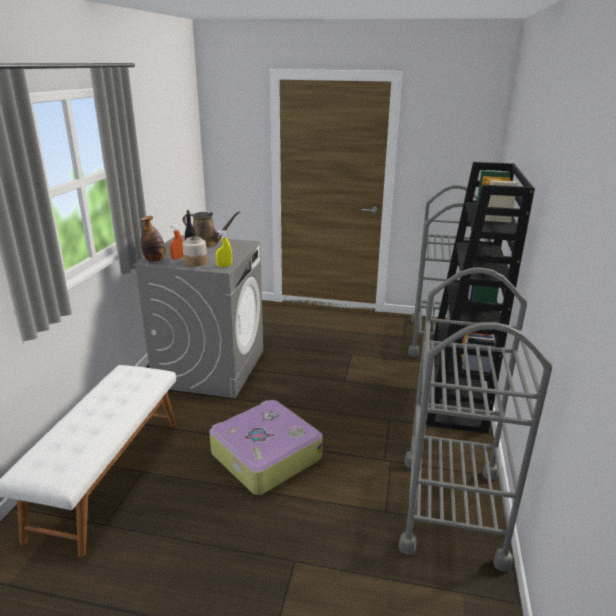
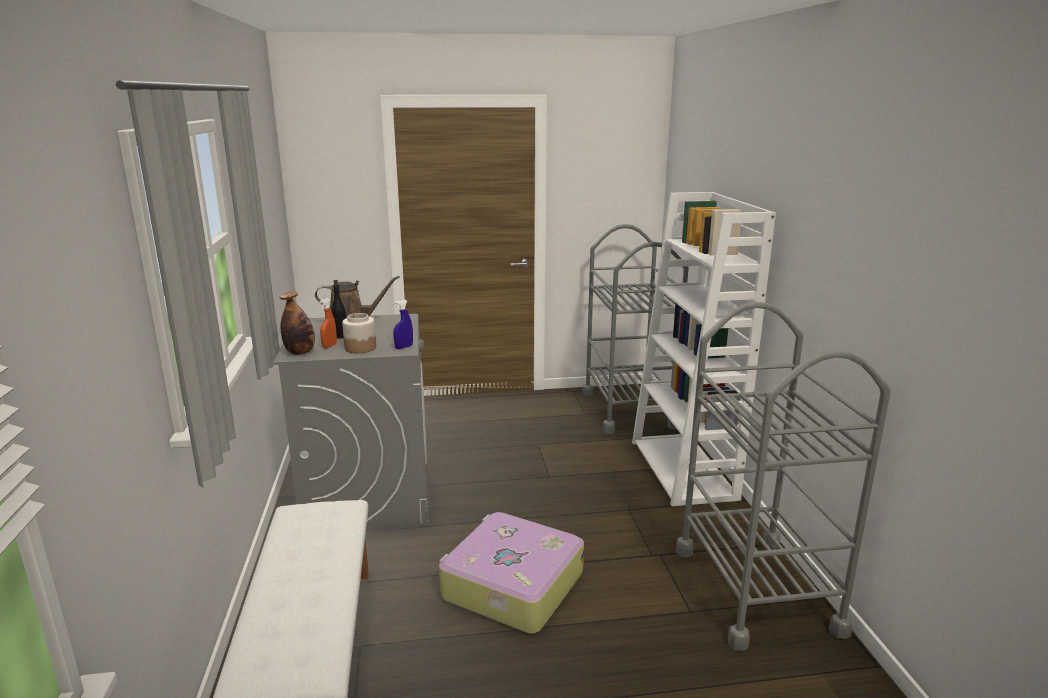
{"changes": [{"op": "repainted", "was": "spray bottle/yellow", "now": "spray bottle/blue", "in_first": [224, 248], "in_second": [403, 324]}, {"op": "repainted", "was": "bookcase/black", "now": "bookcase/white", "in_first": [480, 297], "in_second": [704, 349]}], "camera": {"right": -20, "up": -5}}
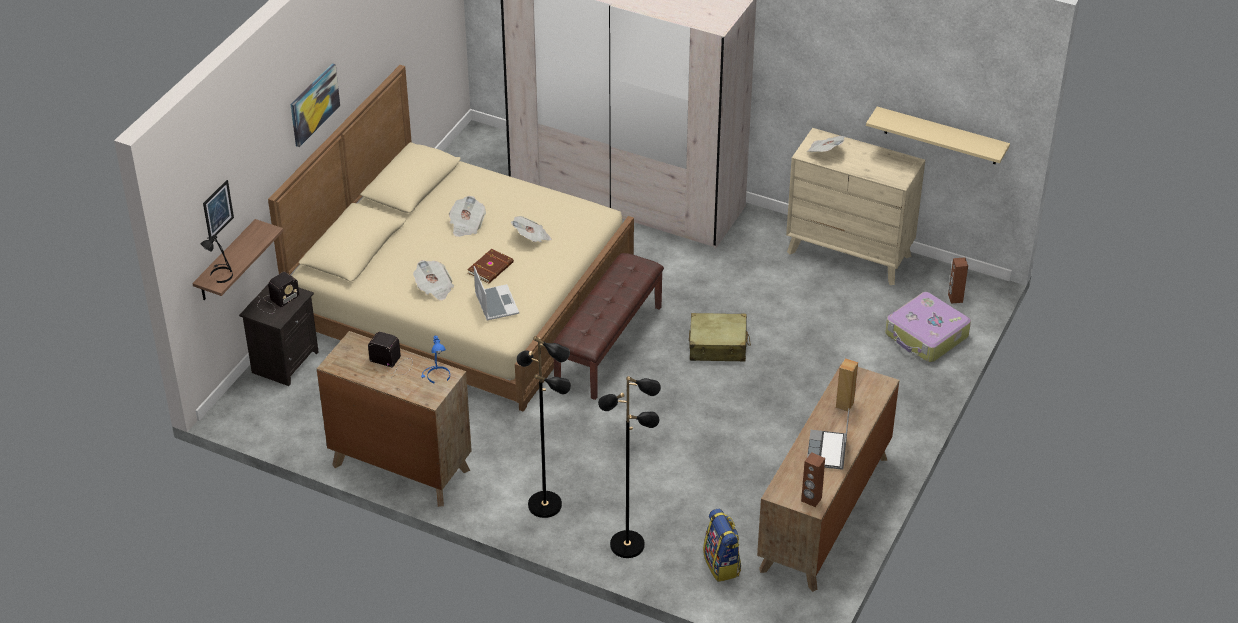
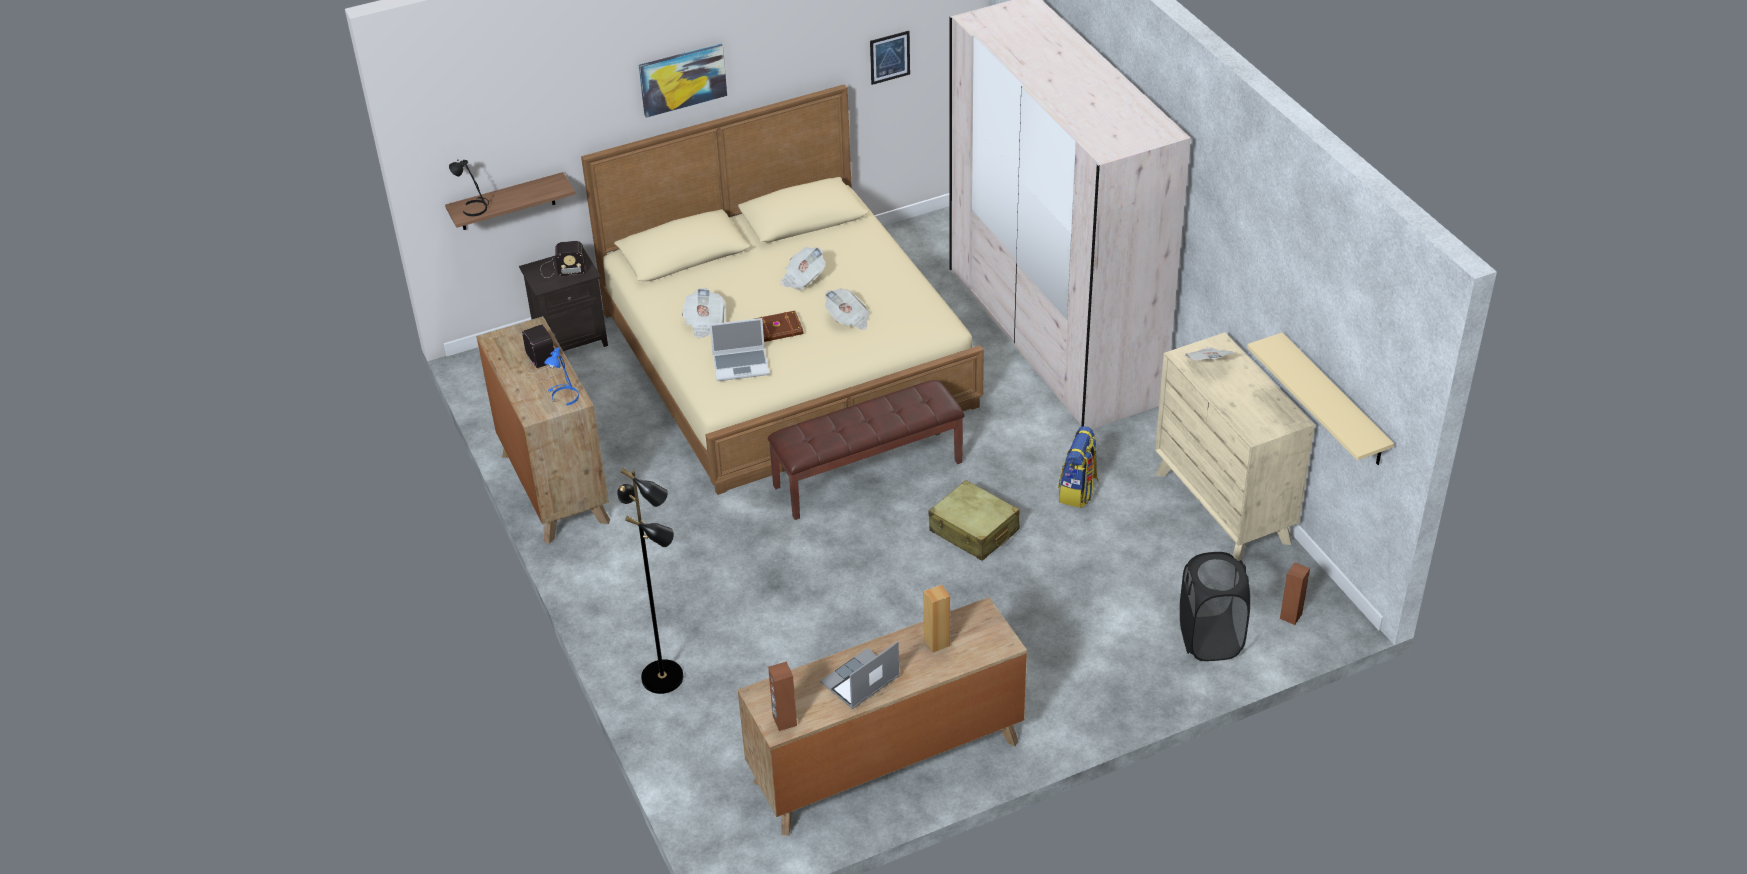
{"changes": [{"op": "rotated", "was": "laptop", "in_first": [496, 293], "in_second": [739, 349], "clockwise": 60}, {"op": "shifted", "was": "picture", "in_first": [218, 209], "in_second": [890, 58]}, {"op": "shifted", "was": "backpack", "in_first": [722, 545], "in_second": [1078, 467]}, {"op": "swapped", "was": "suitcase", "now": "laundry basket/black", "in_first": [928, 327], "in_second": [1215, 606]}, {"op": "gone", "was": "floor lamp/black", "in_first": [544, 427]}], "camera": {"right": 40, "up": 0}}
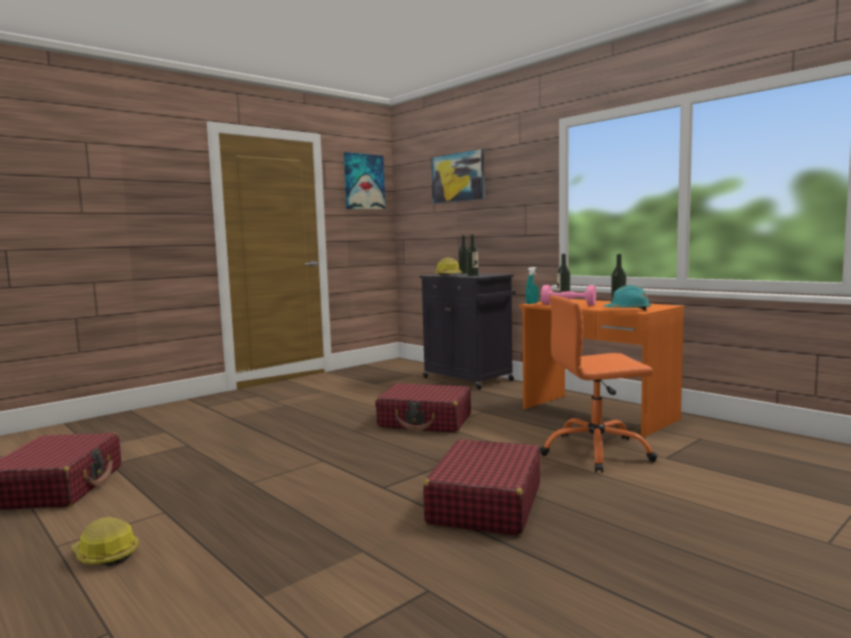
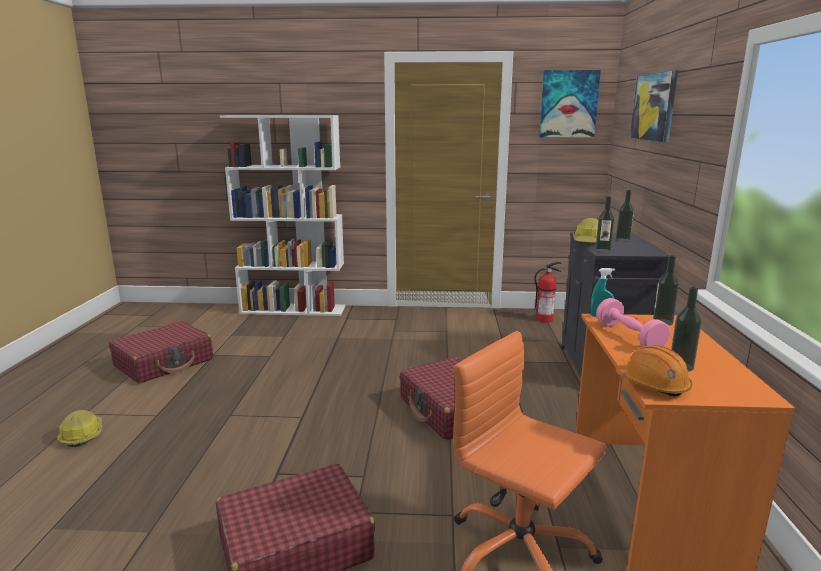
{"changes": [{"op": "new", "now": "bookcase/white", "in_second": [283, 215]}, {"op": "new", "now": "fire extinguisher", "in_second": [548, 292]}, {"op": "repainted", "was": "hard hat/turquoise", "now": "hard hat/orange", "in_first": [627, 298], "in_second": [654, 370]}], "camera": {"right": 45, "up": 10}}
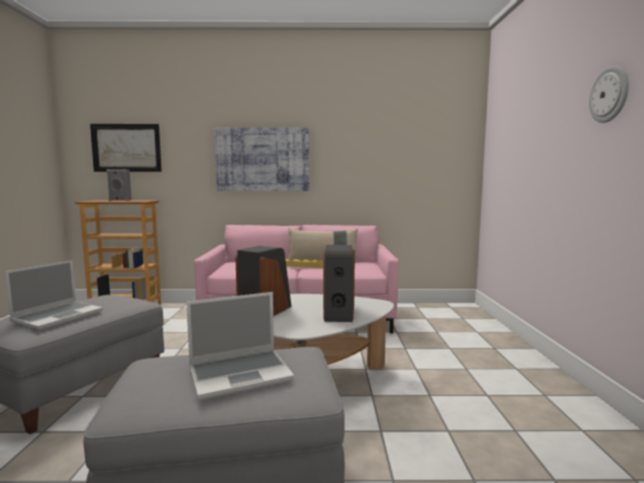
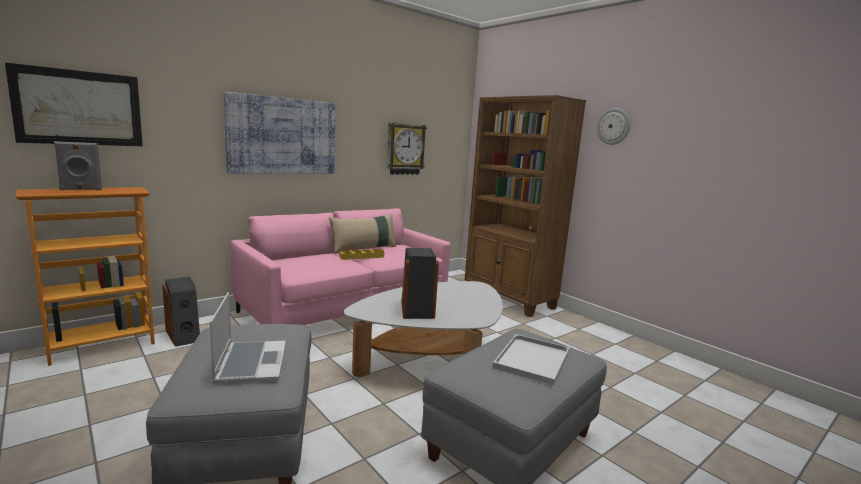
{"changes": [{"op": "shifted", "was": "speaker", "in_first": [339, 283], "in_second": [181, 312]}, {"op": "new", "now": "wall clock", "in_second": [407, 149]}, {"op": "new", "now": "bookcase/brown", "in_second": [525, 206]}, {"op": "swapped", "was": "laptop", "now": "tray/white", "in_first": [240, 346], "in_second": [531, 359]}], "camera": {"right": -40, "up": 5}}
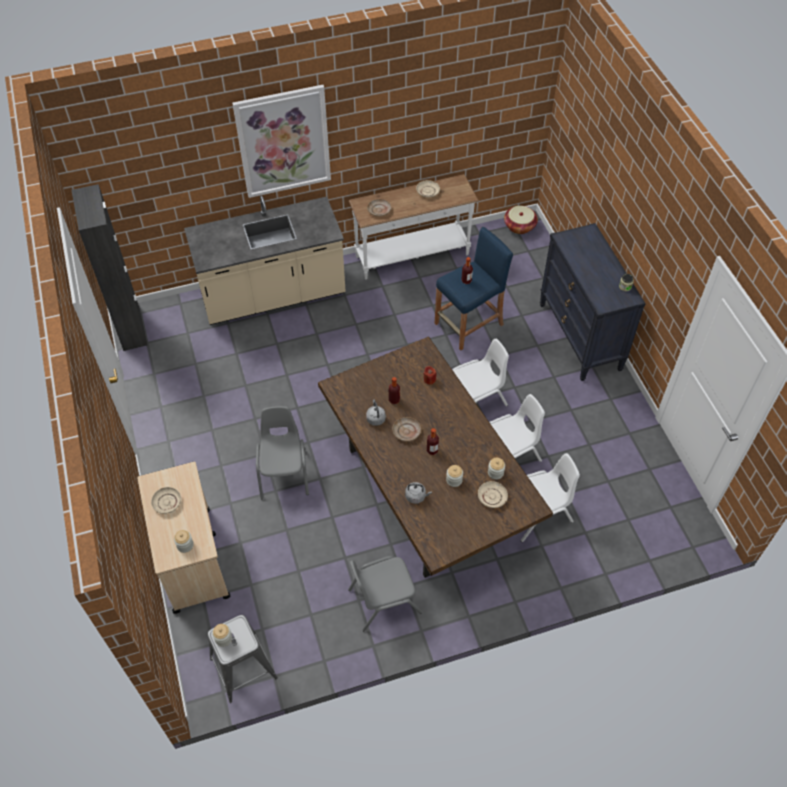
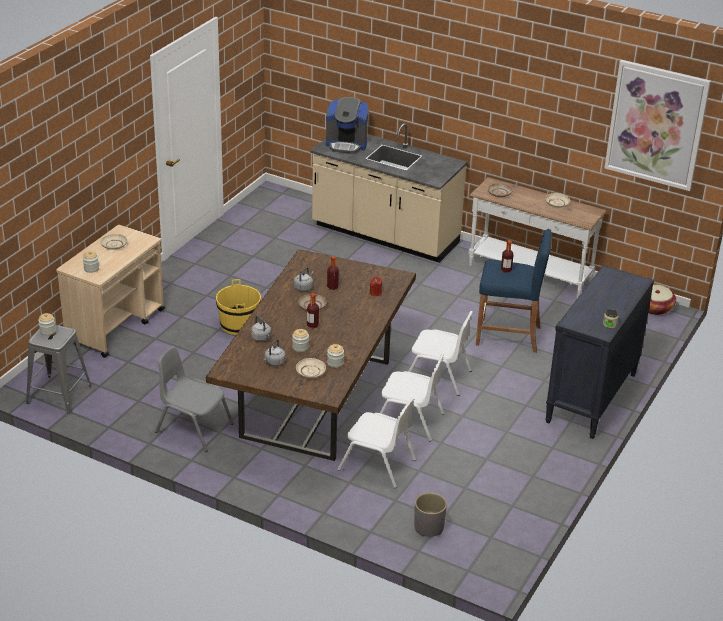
{"changes": [{"op": "swapped", "was": "chair/grey", "now": "bucket/yellow", "in_first": [282, 452], "in_second": [238, 307]}, {"op": "new", "now": "kettle/grey", "in_second": [274, 352]}, {"op": "new", "now": "coffee machine", "in_second": [347, 125]}, {"op": "new", "now": "planter/grey", "in_second": [430, 515]}, {"op": "shifted", "was": "picture", "in_first": [281, 141], "in_second": [657, 125]}, {"op": "gone", "was": "cabinet/black", "in_first": [109, 267]}], "camera": {"right": 45, "up": -20}}
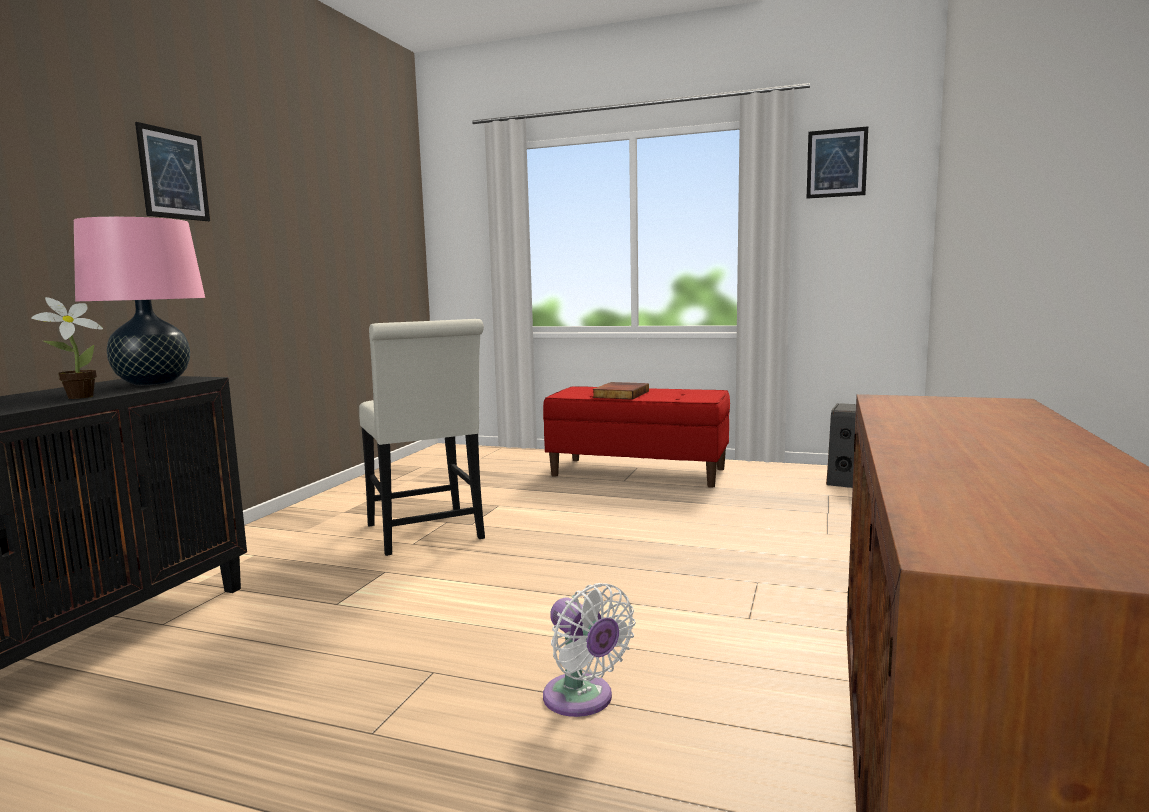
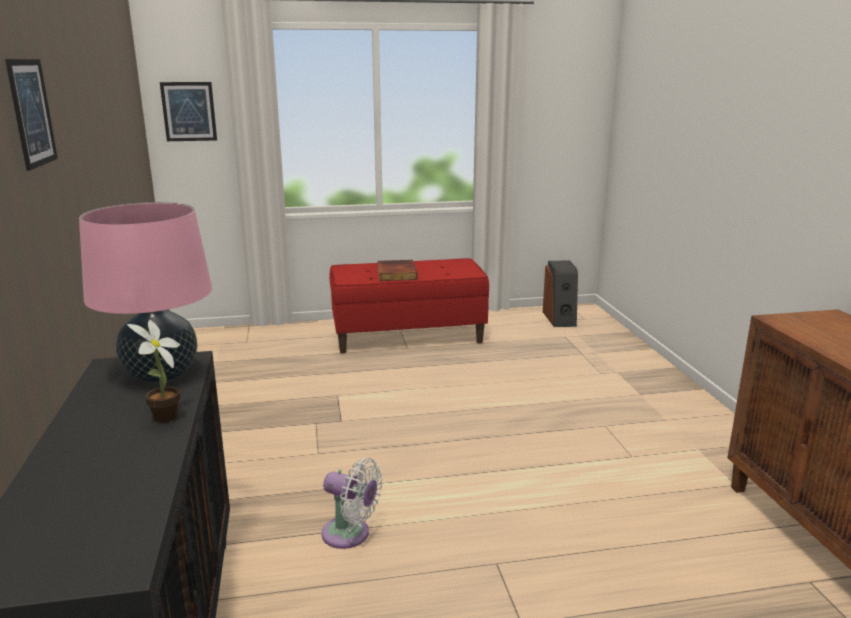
{"changes": [{"op": "shifted", "was": "picture", "in_first": [837, 162], "in_second": [188, 111]}, {"op": "shifted", "was": "fan/white", "in_first": [589, 650], "in_second": [352, 503]}, {"op": "gone", "was": "chair/white", "in_first": [422, 437]}], "camera": {"right": -30, "up": 10}}
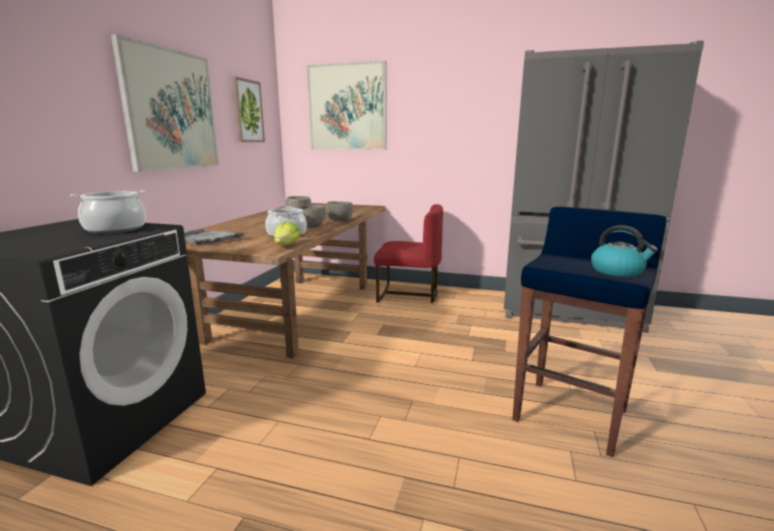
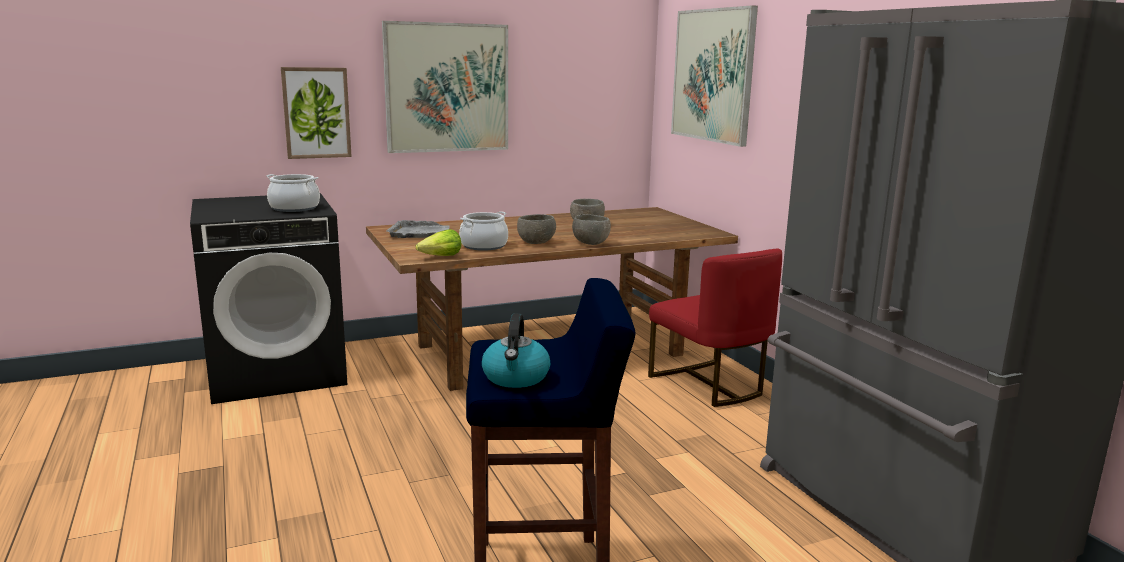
{"changes": [{"op": "shifted", "was": "picture", "in_first": [249, 109], "in_second": [316, 113]}], "camera": {"right": 50, "up": 0}}
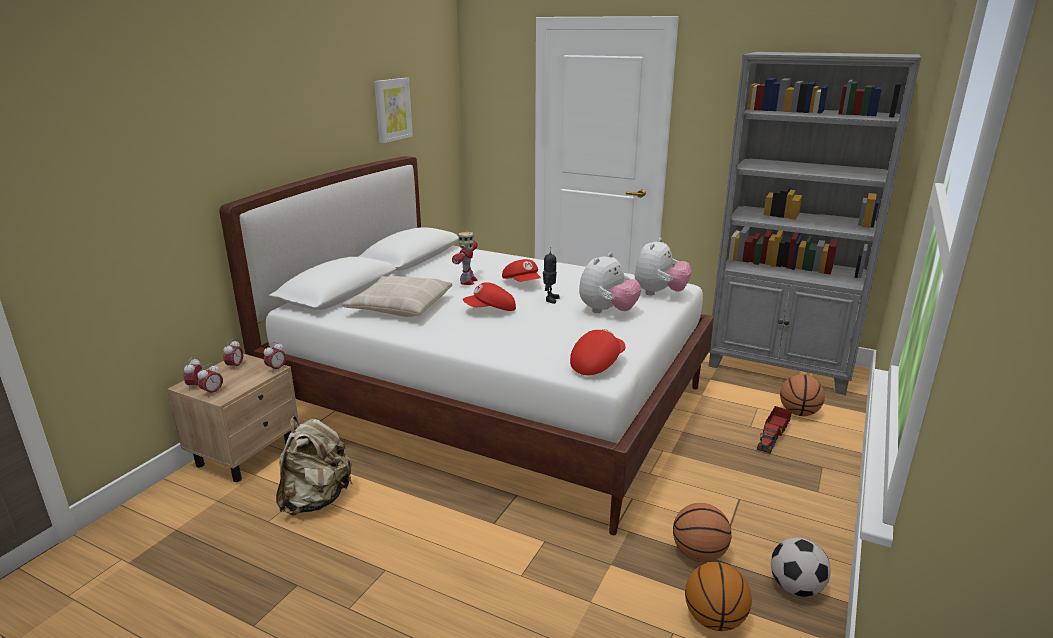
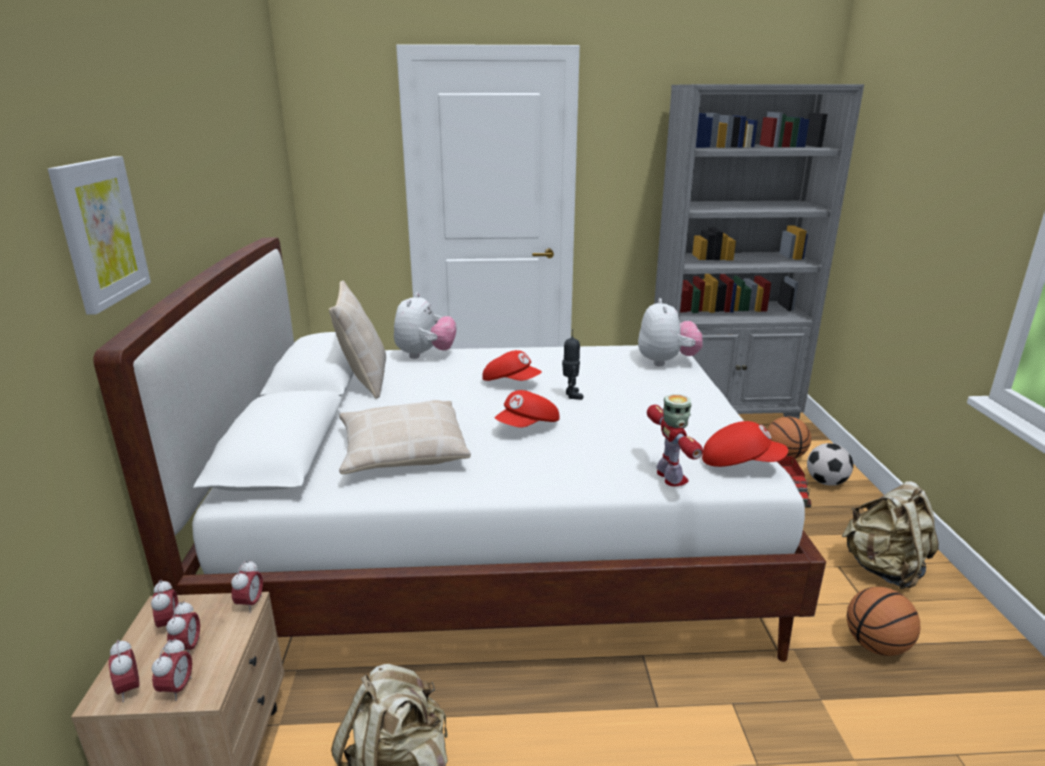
{"changes": [{"op": "shifted", "was": "picture", "in_first": [393, 110], "in_second": [99, 235]}, {"op": "new", "now": "alarm clock", "in_second": [183, 627]}, {"op": "new", "now": "pillow/beige", "in_second": [357, 339]}, {"op": "shifted", "was": "plush toy", "in_first": [610, 282], "in_second": [425, 325]}, {"op": "shifted", "was": "toy robot", "in_first": [465, 258], "in_second": [675, 440]}, {"op": "rotated", "was": "cap/red", "in_first": [598, 352], "in_second": [745, 444], "clockwise": 90}, {"op": "shifted", "was": "football", "in_first": [800, 567], "in_second": [830, 464]}, {"op": "new", "now": "backpack/beige", "in_second": [890, 535]}, {"op": "gone", "was": "basketball", "in_first": [718, 596]}], "camera": {"right": -30, "up": 0}}
